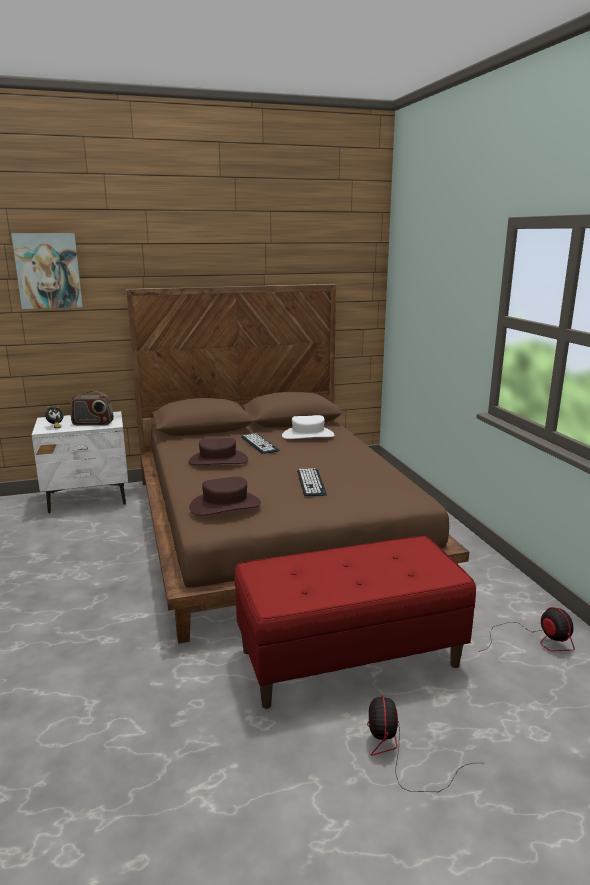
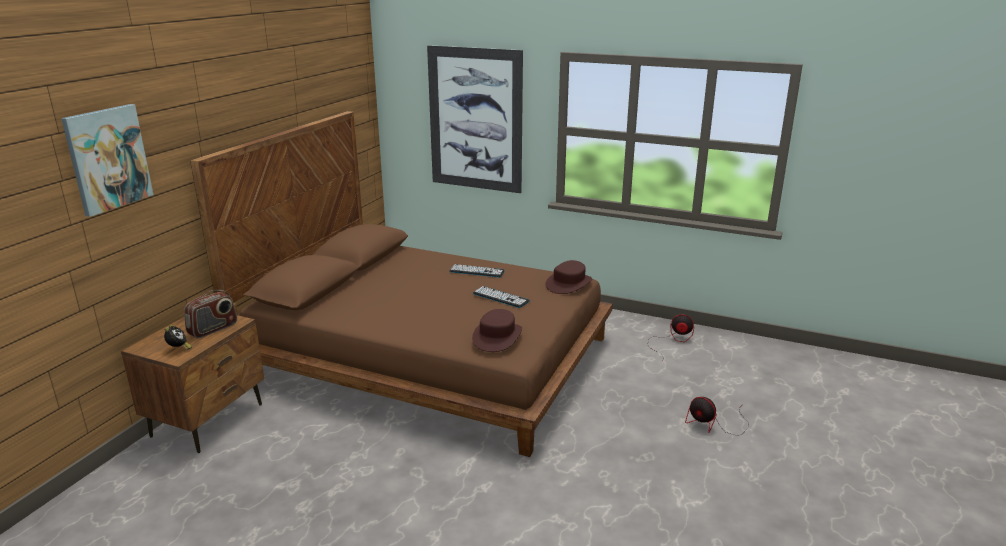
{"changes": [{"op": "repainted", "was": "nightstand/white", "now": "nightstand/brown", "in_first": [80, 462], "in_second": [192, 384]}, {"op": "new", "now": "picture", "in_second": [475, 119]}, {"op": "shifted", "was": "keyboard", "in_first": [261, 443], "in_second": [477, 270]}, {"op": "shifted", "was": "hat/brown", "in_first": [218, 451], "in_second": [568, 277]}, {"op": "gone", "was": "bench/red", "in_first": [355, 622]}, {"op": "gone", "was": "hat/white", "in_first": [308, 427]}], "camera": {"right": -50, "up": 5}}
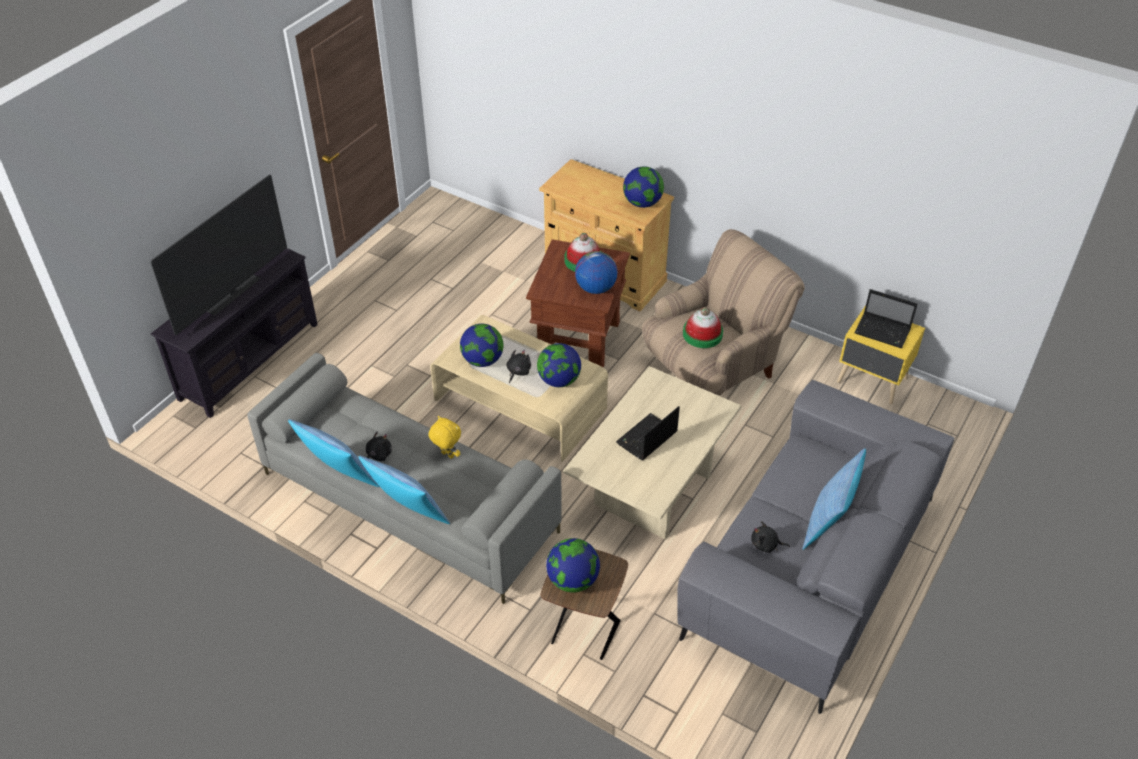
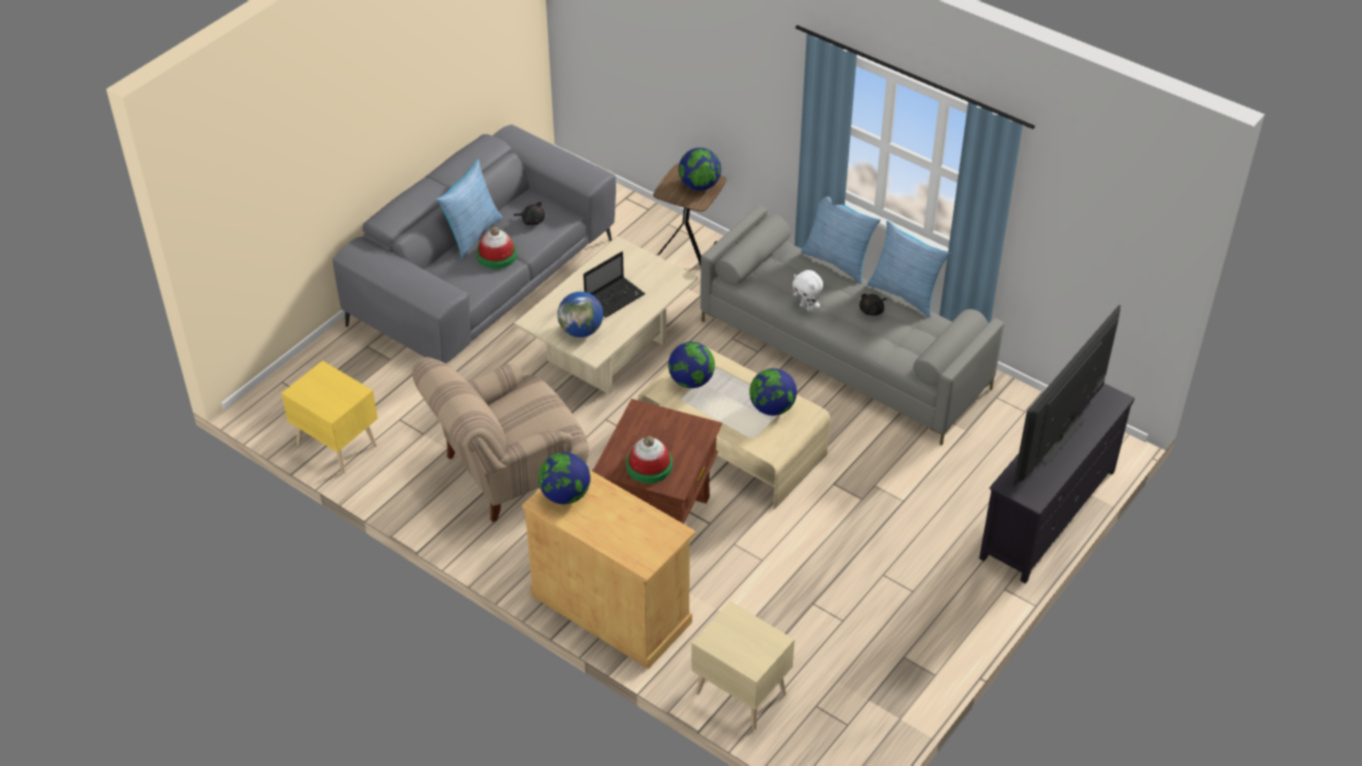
{"changes": [{"op": "shifted", "was": "hat", "in_first": [703, 327], "in_second": [496, 248]}, {"op": "shifted", "was": "globe", "in_first": [596, 272], "in_second": [580, 315]}, {"op": "new", "now": "nightstand/beige", "in_second": [743, 665]}, {"op": "repainted", "was": "plush toy/yellow", "now": "plush toy/white", "in_first": [444, 437], "in_second": [807, 290]}, {"op": "gone", "was": "plush toy/black", "in_first": [518, 366]}, {"op": "gone", "was": "laptop", "in_first": [885, 318]}], "camera": {"right": -175, "up": 0}}
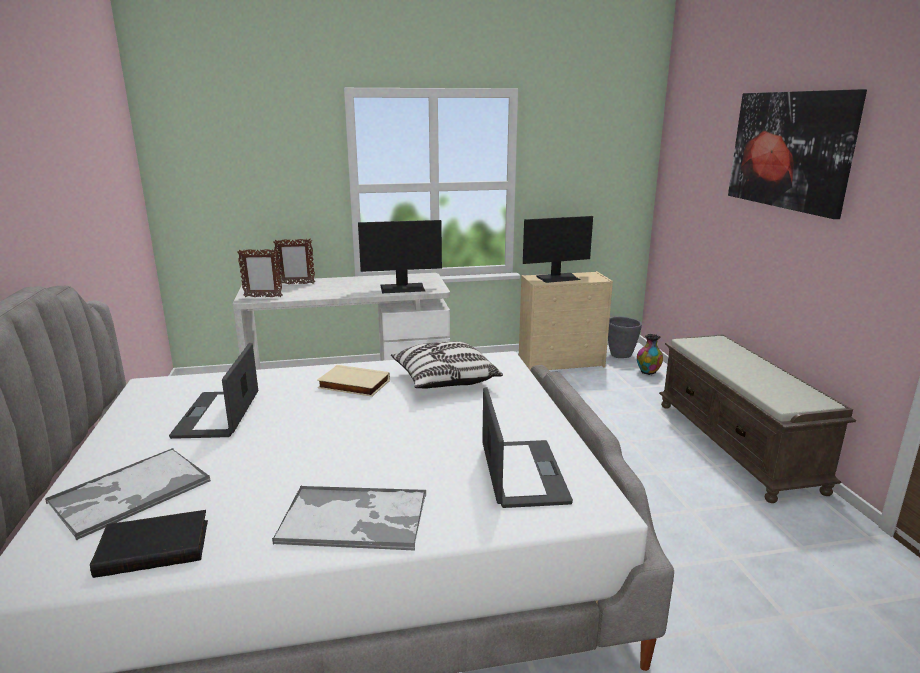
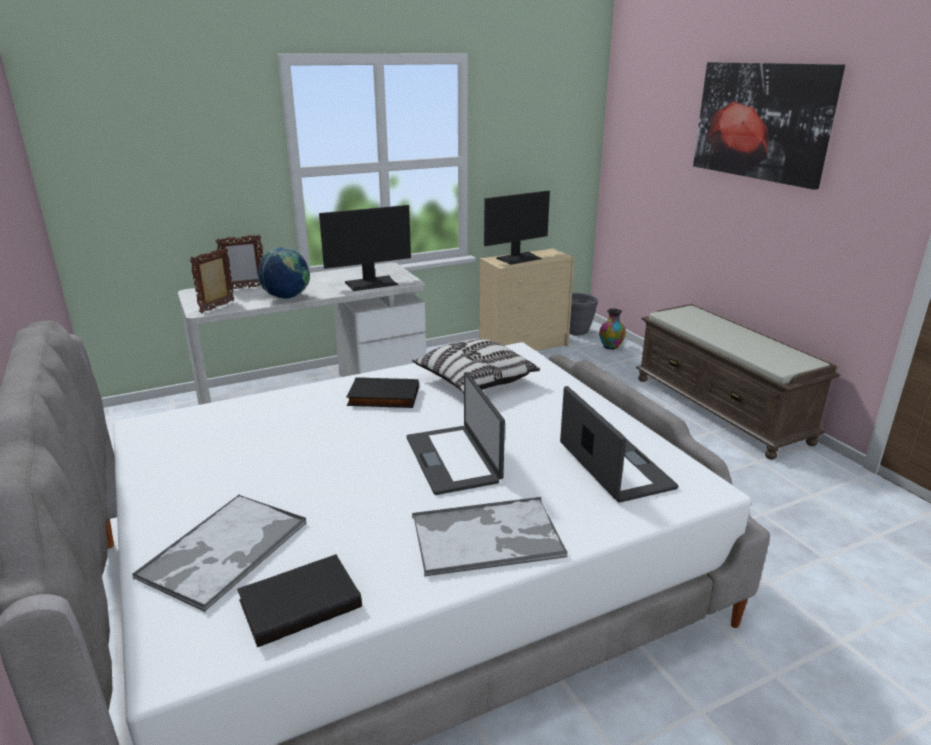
{"changes": [{"op": "rotated", "was": "picture frame", "in_first": [260, 273], "in_second": [212, 280], "clockwise": 135}, {"op": "new", "now": "globe", "in_second": [283, 273]}, {"op": "repainted", "was": "book/beige", "now": "book/black", "in_first": [353, 381], "in_second": [382, 392]}, {"op": "shifted", "was": "laptop", "in_first": [213, 391], "in_second": [455, 433]}], "camera": {"right": -15, "up": 5}}
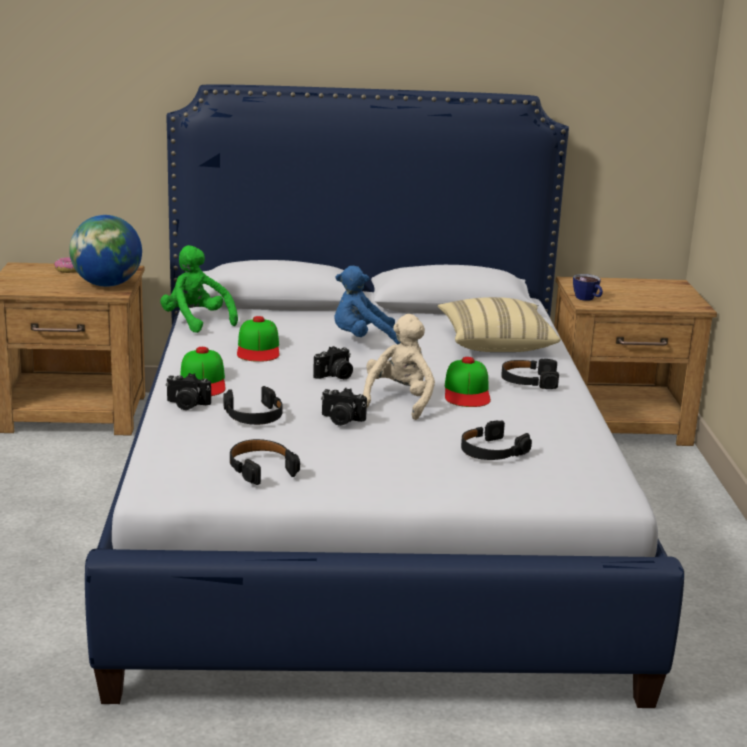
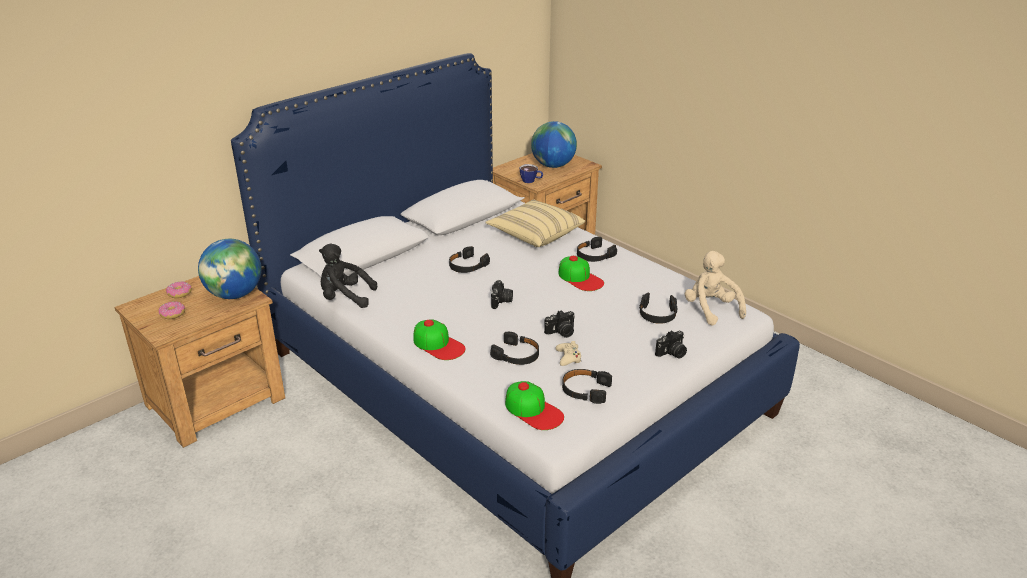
{"changes": [{"op": "new", "now": "donut", "in_second": [171, 310]}, {"op": "repainted", "was": "plush toy/green", "now": "plush toy/black", "in_first": [199, 289], "in_second": [348, 276]}, {"op": "swapped", "was": "plush toy/blue", "now": "headphones/black", "in_first": [367, 305], "in_second": [469, 259]}, {"op": "shifted", "was": "cap", "in_first": [258, 339], "in_second": [534, 405]}, {"op": "new", "now": "globe", "in_second": [554, 144]}, {"op": "new", "now": "game controller/beige", "in_second": [568, 353]}, {"op": "shifted", "was": "photo camera", "in_first": [188, 391], "in_second": [671, 344]}, {"op": "shifted", "was": "plush toy/beige", "in_first": [399, 367], "in_second": [715, 288]}], "camera": {"right": -40, "up": 10}}
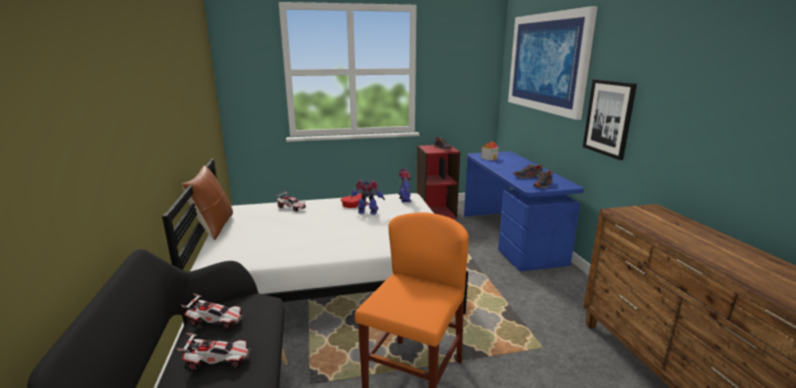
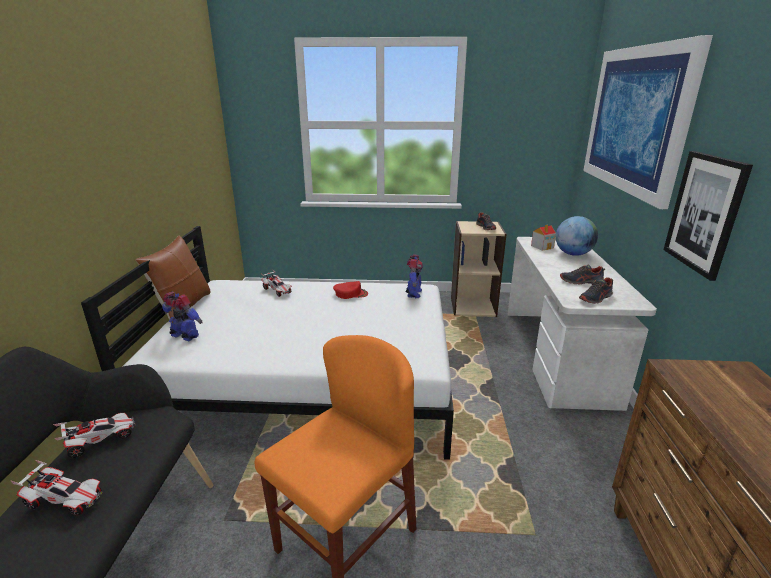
{"changes": [{"op": "rotated", "was": "toy car", "in_first": [212, 311], "in_second": [94, 435], "clockwise": -60}, {"op": "shifted", "was": "toy robot", "in_first": [368, 197], "in_second": [182, 316]}, {"op": "repainted", "was": "bookcase/red", "now": "bookcase/beige", "in_first": [438, 181], "in_second": [478, 269]}, {"op": "repainted", "was": "desk/blue", "now": "desk/white", "in_first": [524, 211], "in_second": [582, 324]}, {"op": "new", "now": "globe", "in_second": [577, 236]}], "camera": {"right": 15, "up": 5}}
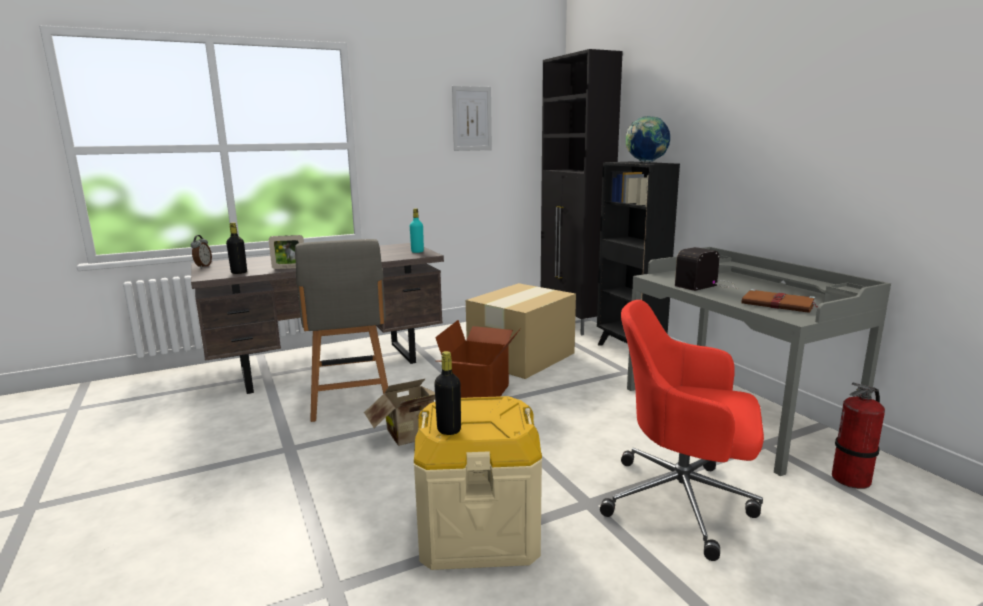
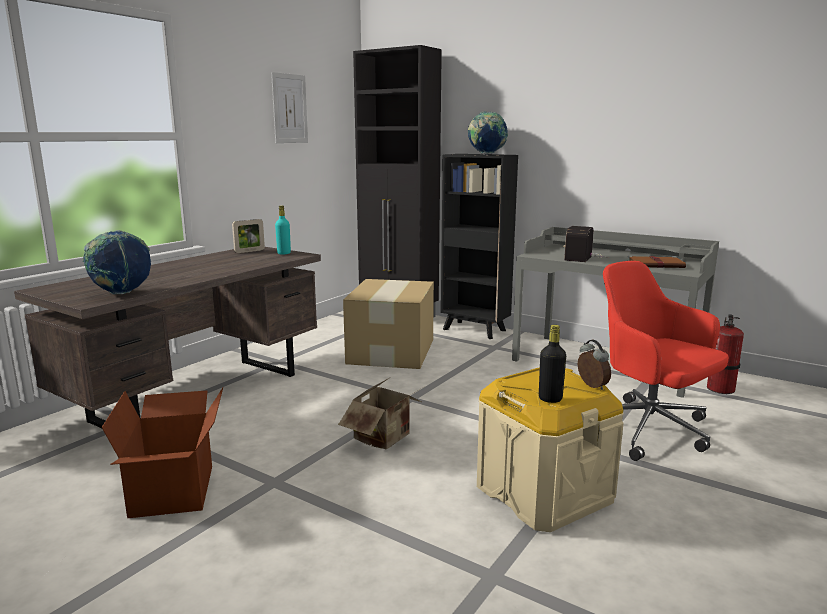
{"changes": [{"op": "swapped", "was": "bottle/black", "now": "globe", "in_first": [236, 248], "in_second": [117, 262]}, {"op": "shifted", "was": "cardboard box", "in_first": [478, 359], "in_second": [162, 453]}, {"op": "shifted", "was": "picture frame", "in_first": [286, 252], "in_second": [248, 236]}, {"op": "shifted", "was": "alarm clock", "in_first": [201, 251], "in_second": [594, 365]}, {"op": "rotated", "was": "office chair/red", "in_first": [682, 430], "in_second": [666, 361], "clockwise": 60}, {"op": "gone", "was": "chair/grey", "in_first": [341, 330]}], "camera": {"right": -30, "up": 0}}
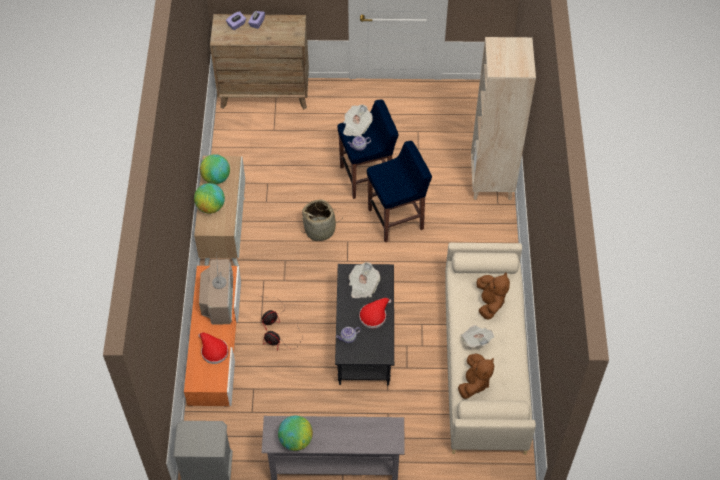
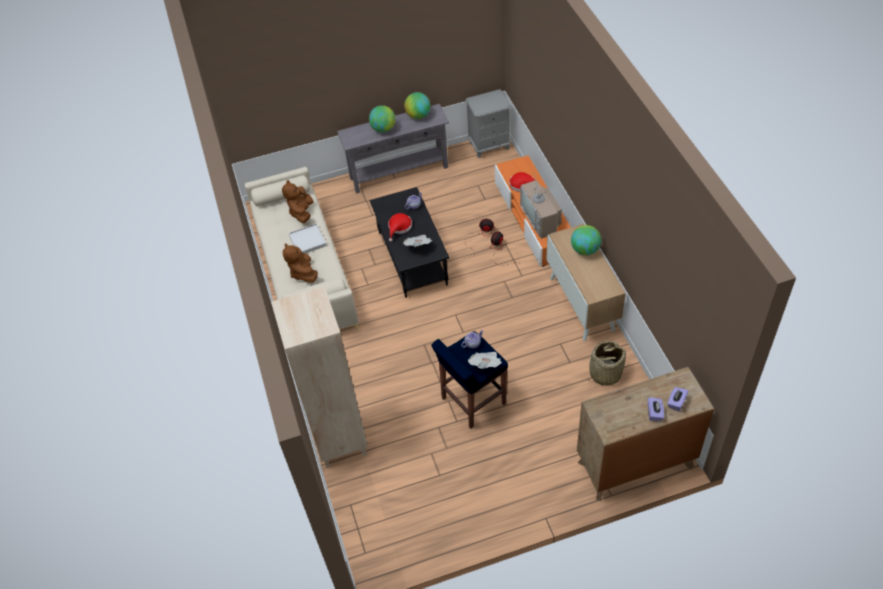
{"changes": [{"op": "swapped", "was": "newspaper", "now": "tray/white", "in_first": [477, 336], "in_second": [308, 238]}, {"op": "shifted", "was": "globe", "in_first": [215, 169], "in_second": [382, 118]}, {"op": "shifted", "was": "basket", "in_first": [322, 220], "in_second": [607, 363]}, {"op": "gone", "was": "stool/blue", "in_first": [399, 191]}], "camera": {"right": 165, "up": -5}}
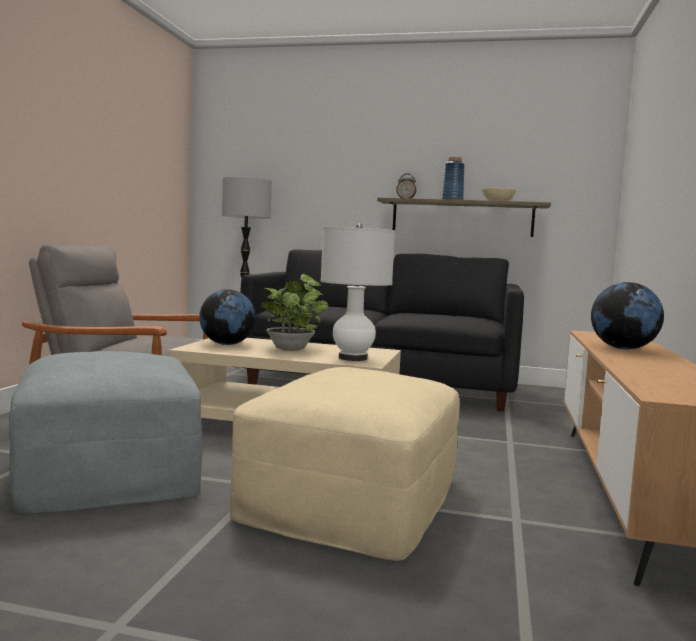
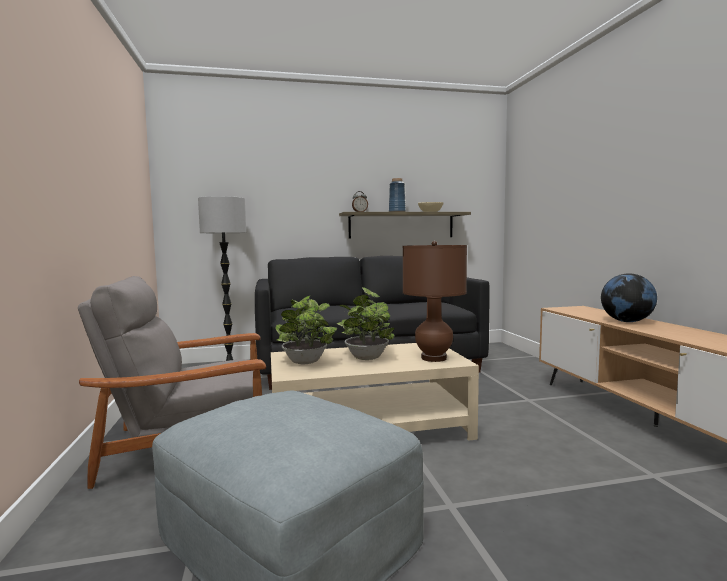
{"changes": [{"op": "swapped", "was": "globe", "now": "potted plant", "in_first": [227, 317], "in_second": [306, 330]}, {"op": "repainted", "was": "table lamp/white", "now": "table lamp/brown", "in_first": [358, 292], "in_second": [435, 301]}, {"op": "gone", "was": "ottoman/beige", "in_first": [345, 464]}], "camera": {"right": -25, "up": 0}}
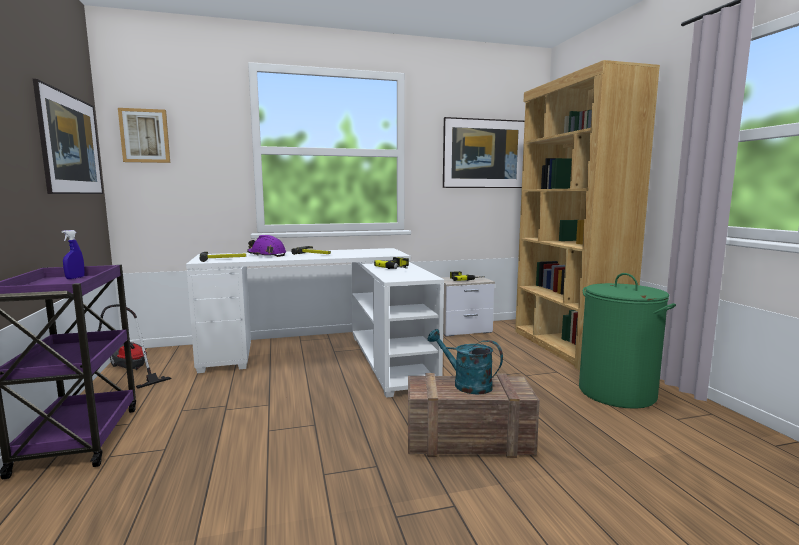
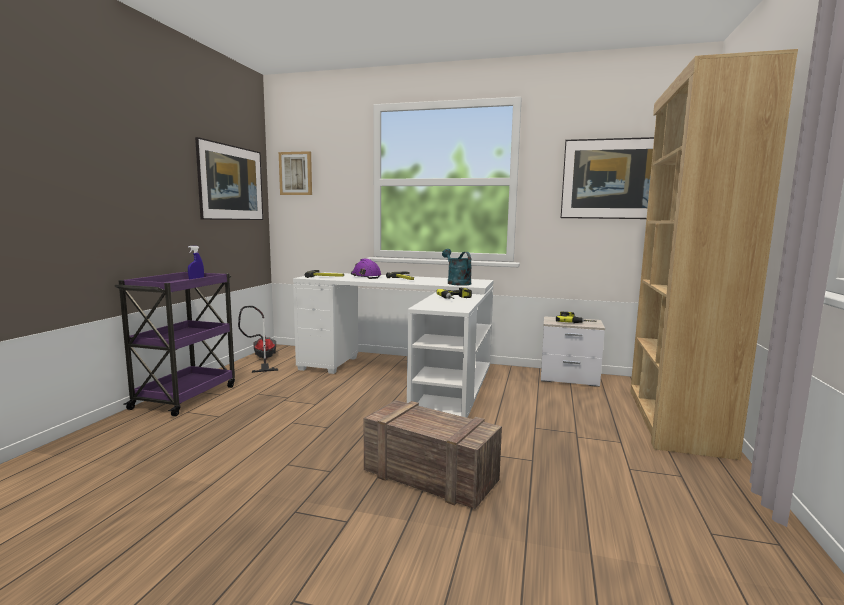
{"changes": [{"op": "shifted", "was": "watering can/turquoise", "in_first": [465, 361], "in_second": [457, 267]}, {"op": "gone", "was": "laundry basket/green", "in_first": [627, 341]}], "camera": {"right": 30, "up": 0}}
